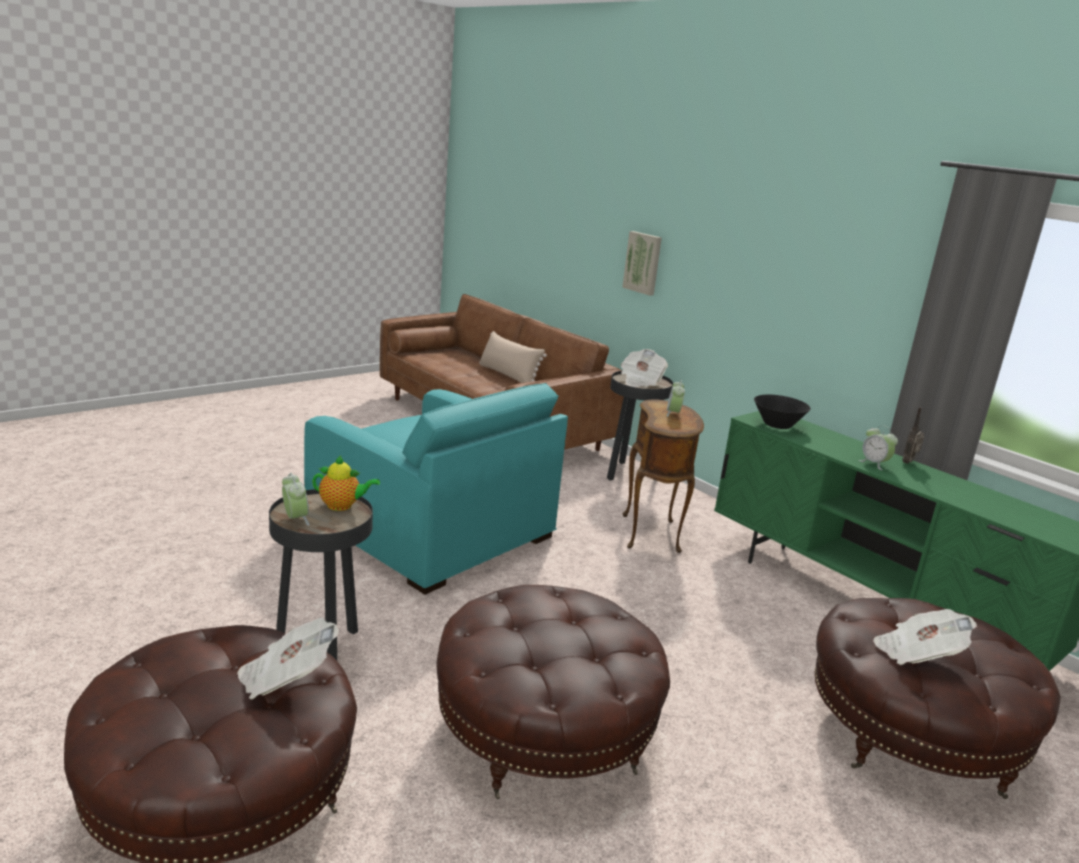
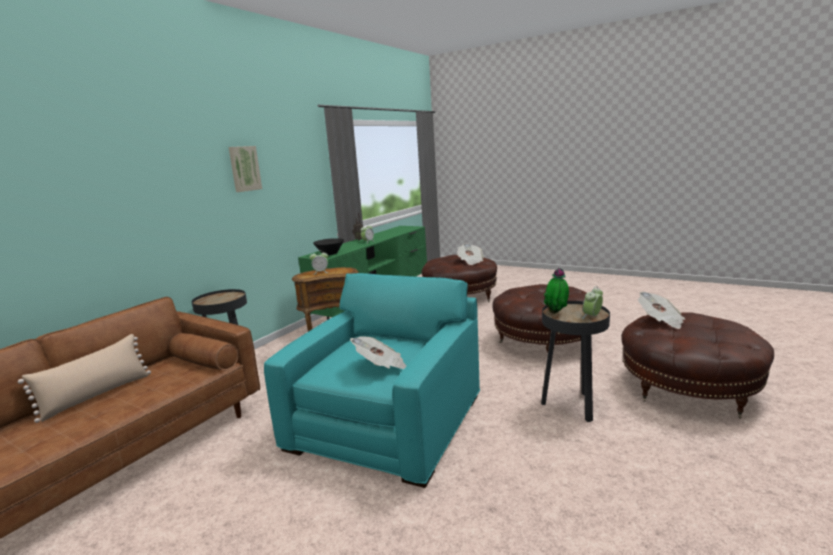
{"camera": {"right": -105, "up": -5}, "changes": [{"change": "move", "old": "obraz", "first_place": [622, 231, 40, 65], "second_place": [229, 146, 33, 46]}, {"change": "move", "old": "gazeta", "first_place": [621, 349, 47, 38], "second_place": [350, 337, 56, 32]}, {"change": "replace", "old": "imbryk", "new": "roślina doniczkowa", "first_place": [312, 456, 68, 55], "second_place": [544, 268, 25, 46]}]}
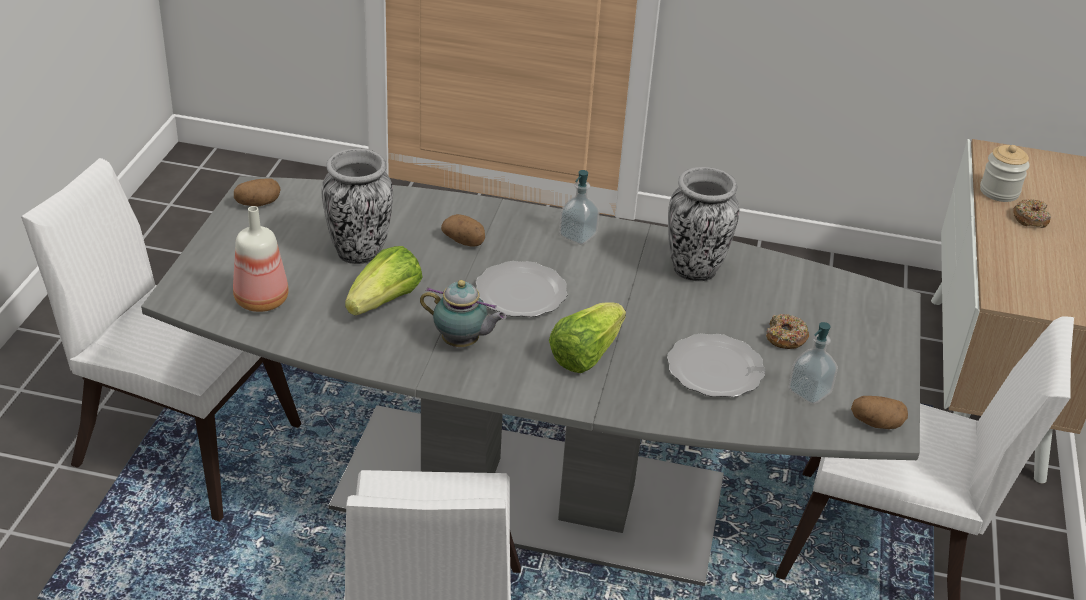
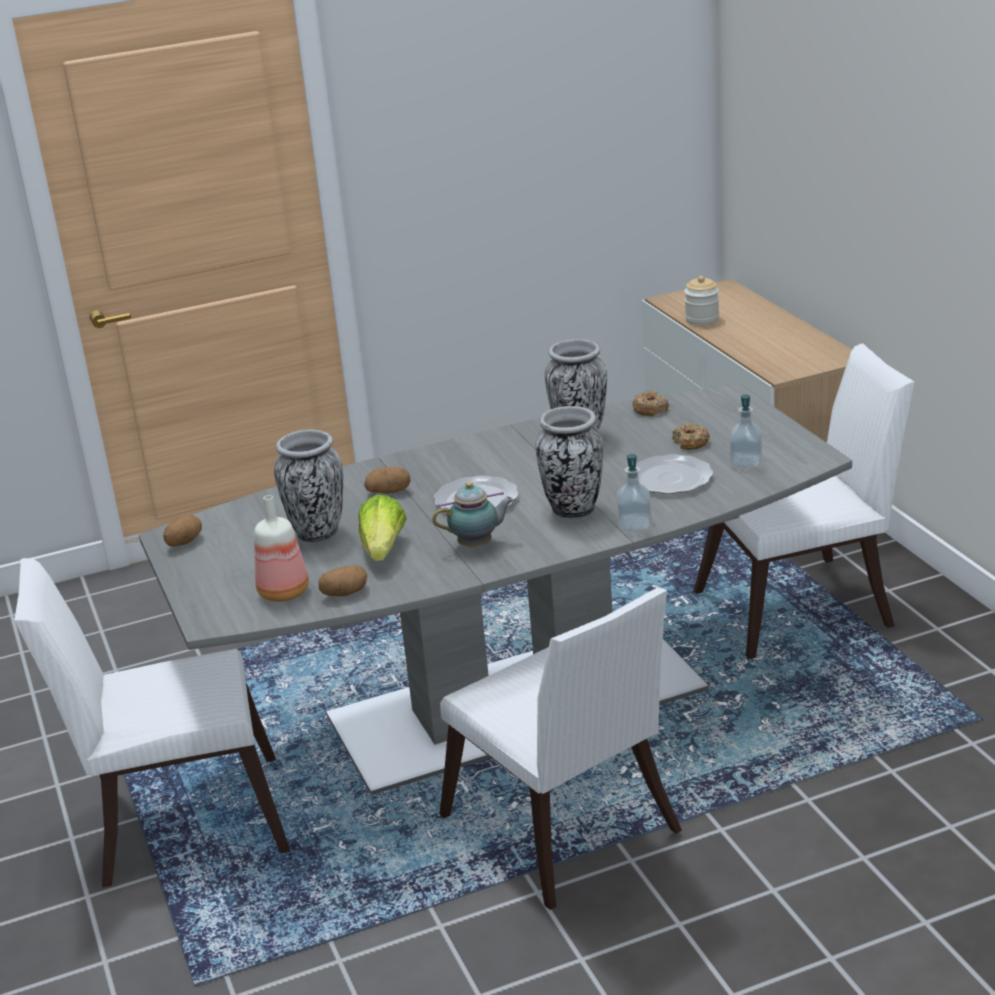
{"camera": {"right": -30, "up": -10}, "changes": [{"change": "move", "old": "ziemniak", "first_place": [851, 396, 57, 33], "second_place": [318, 565, 50, 32]}, {"change": "replace", "old": "sałata", "new": "wazon", "first_place": [549, 302, 77, 71], "second_place": [536, 406, 67, 112]}, {"change": "move", "old": "dozownik mydła", "first_place": [559, 170, 41, 75], "second_place": [617, 454, 35, 77]}, {"change": "move", "old": "donut", "first_place": [1013, 199, 38, 29], "second_place": [632, 391, 37, 25]}]}
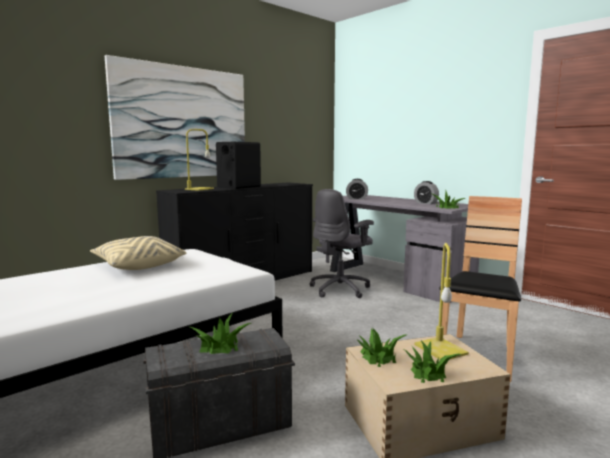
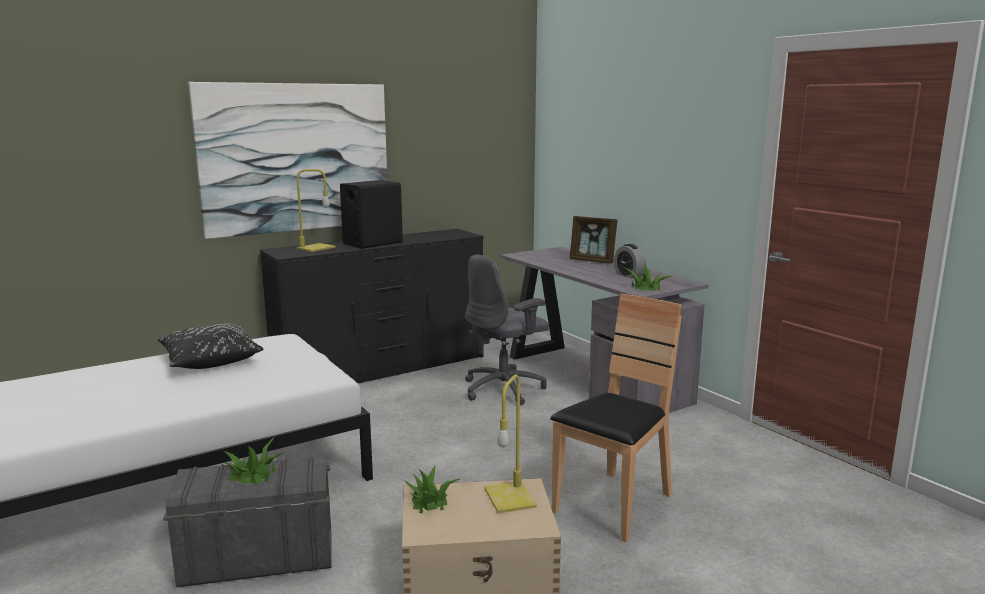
{"camera": {"right": 10, "up": 5}, "changes": [{"change": "recolor", "old": "poduszka (beżowy)", "new": "poduszka (czarny)", "first_place": [90, 236, 96, 34], "second_place": [158, 323, 105, 46]}, {"change": "insert", "new": "ramka na zdjęcie", "second_place": [569, 216, 49, 48]}, {"change": "delete", "old": "budzik", "first_place": [346, 179, 22, 21]}, {"change": "delete", "old": "roślina doniczkowa", "first_place": [405, 341, 55, 42]}]}
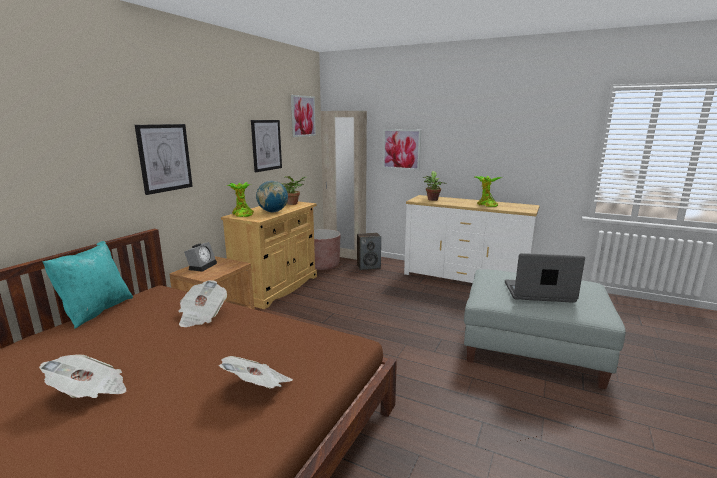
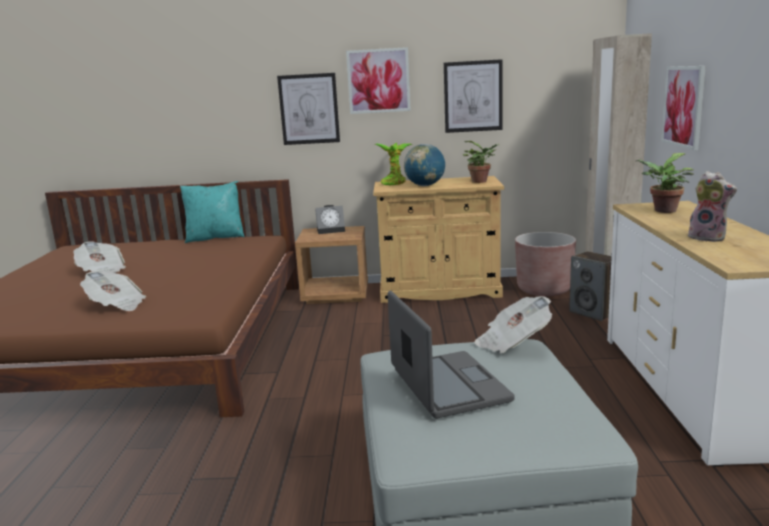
{"camera": {"right": 65, "up": 0}, "changes": [{"change": "move", "old": "obraz", "first_place": [291, 95, 25, 42], "second_place": [346, 47, 65, 67]}, {"change": "move", "old": "gazeta", "first_place": [178, 280, 49, 47], "second_place": [475, 296, 77, 57]}, {"change": "replace", "old": "roślina doniczkowa", "new": "pluszak", "first_place": [475, 176, 28, 31], "second_place": [688, 171, 49, 71]}]}
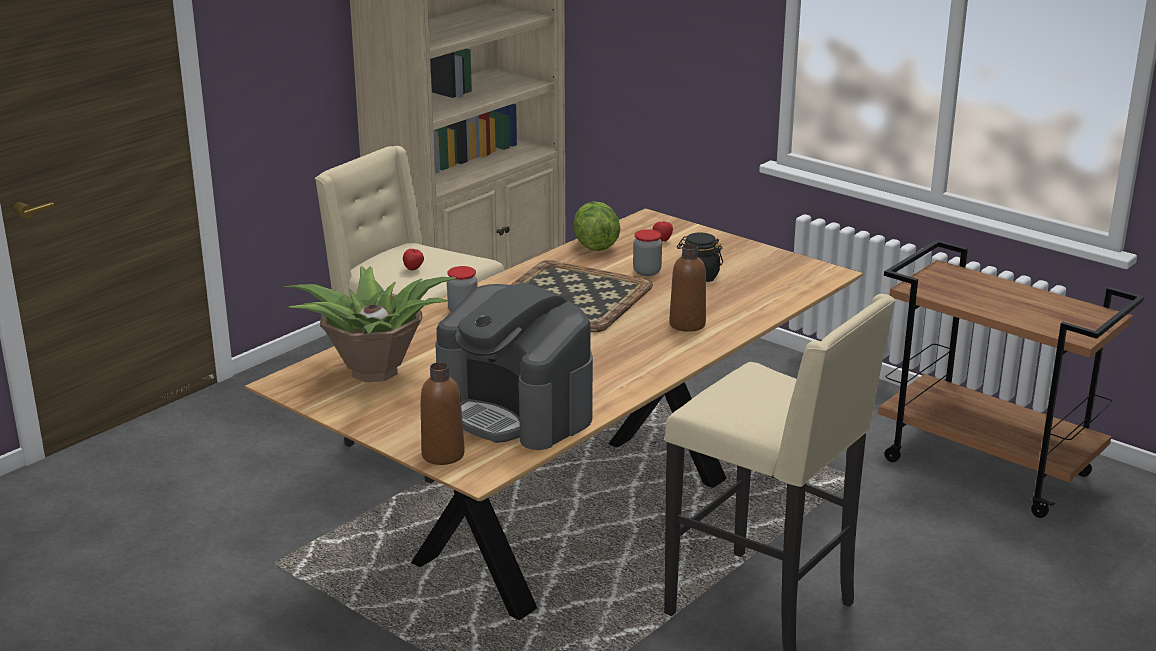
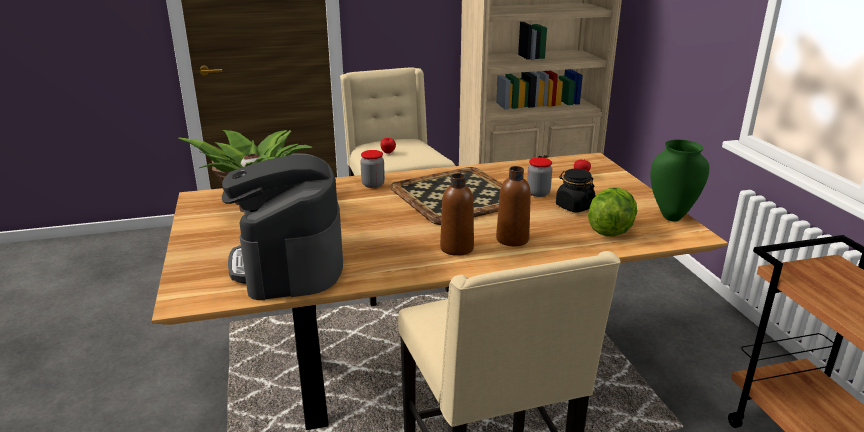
{"camera": {"right": 35, "up": 0}, "changes": [{"change": "move", "old": "butelka (brązowy)", "first_place": [421, 362, 44, 103], "second_place": [440, 173, 34, 83]}, {"change": "move", "old": "sałata", "first_place": [573, 201, 48, 50], "second_place": [588, 187, 49, 50]}, {"change": "insert", "new": "wazon (zielony)", "second_place": [650, 140, 59, 81]}]}
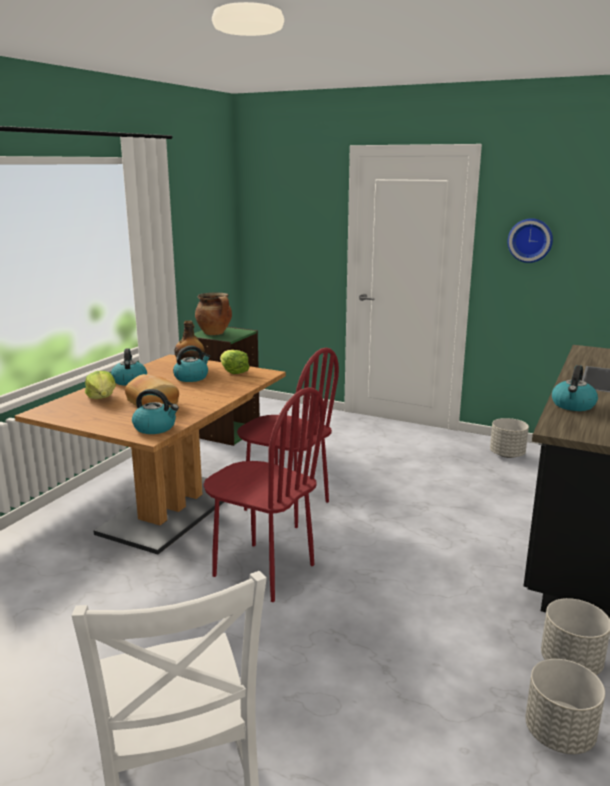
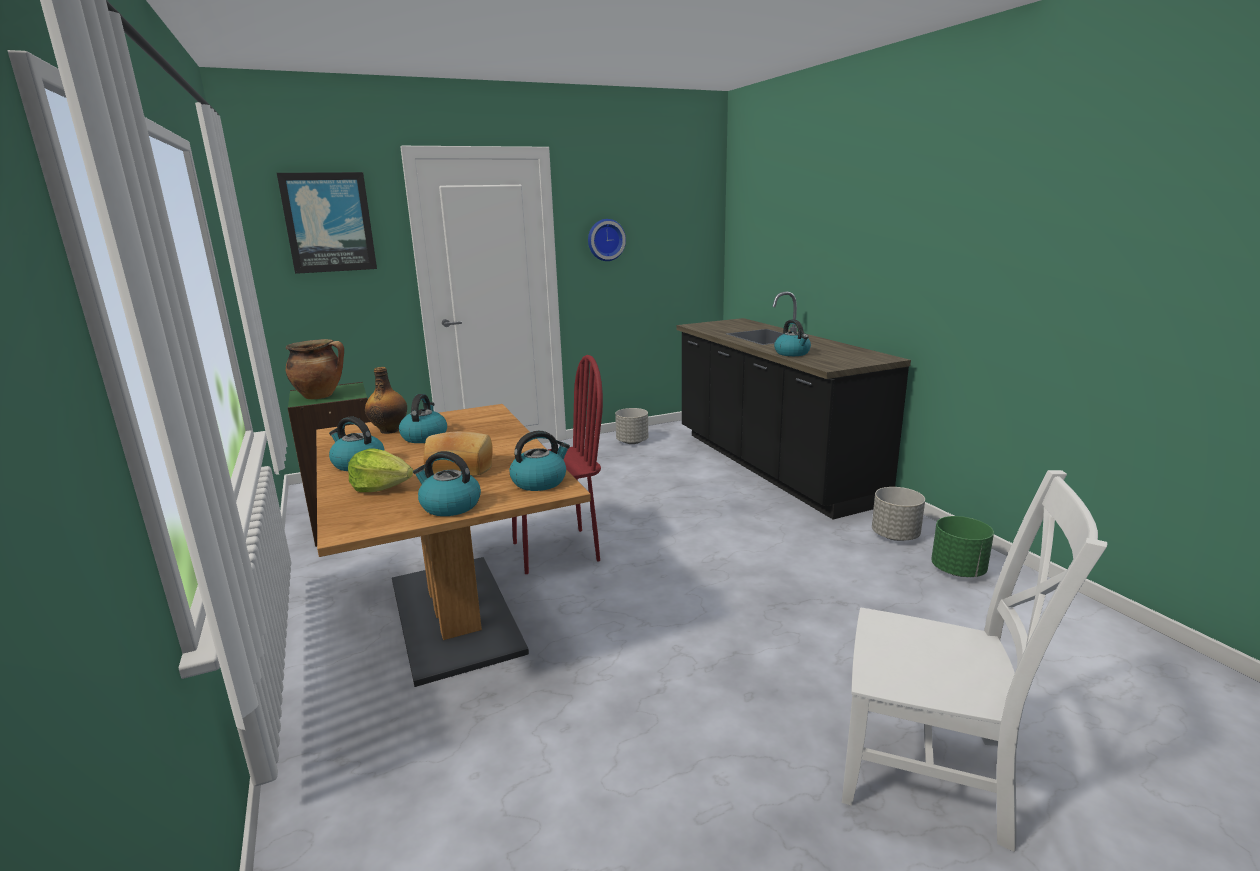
{"camera": {"right": -50, "up": 0}, "changes": [{"change": "insert", "new": "obraz", "second_place": [277, 172, 100, 102]}, {"change": "insert", "new": "czajnik", "second_place": [413, 451, 68, 65]}, {"change": "recolor", "old": "donica (szary)", "new": "donica (zielony)", "first_place": [525, 659, 80, 95], "second_place": [931, 516, 63, 61]}, {"change": "delete", "old": "krzesło (czerwony)", "first_place": [203, 387, 122, 215]}, {"change": "delete", "old": "sałata", "first_place": [220, 350, 30, 24]}]}
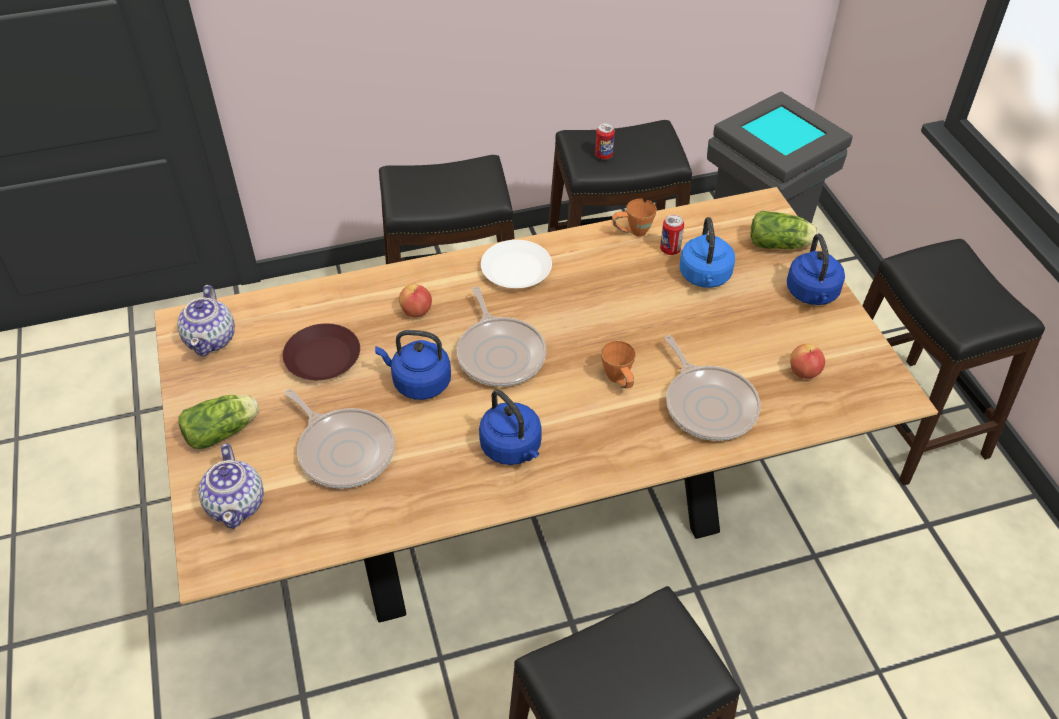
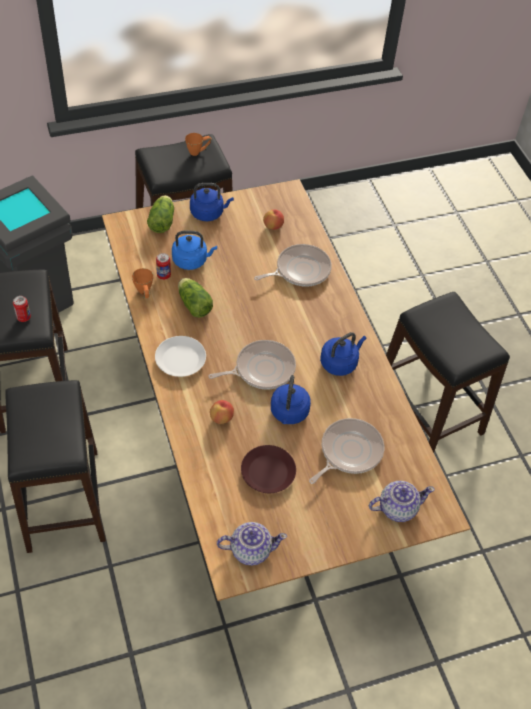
{"camera": {"right": -95, "up": 5}, "changes": [{"change": "move", "old": "sałata", "first_place": [178, 395, 81, 54], "second_place": [178, 278, 35, 40]}, {"change": "move", "old": "kubek (pomarańczowy)", "first_place": [601, 341, 35, 48], "second_place": [185, 133, 27, 23]}]}
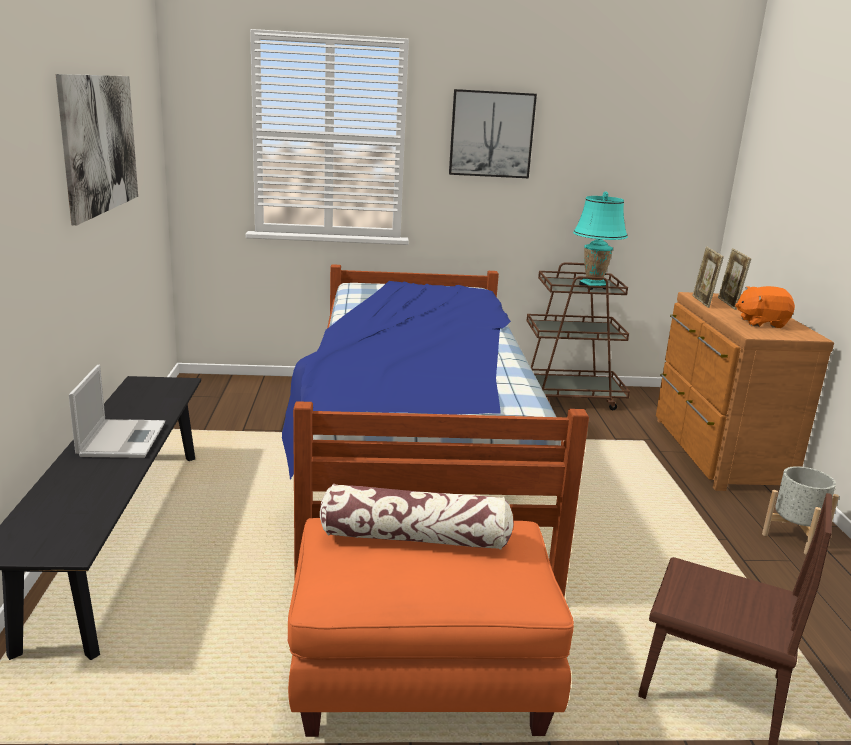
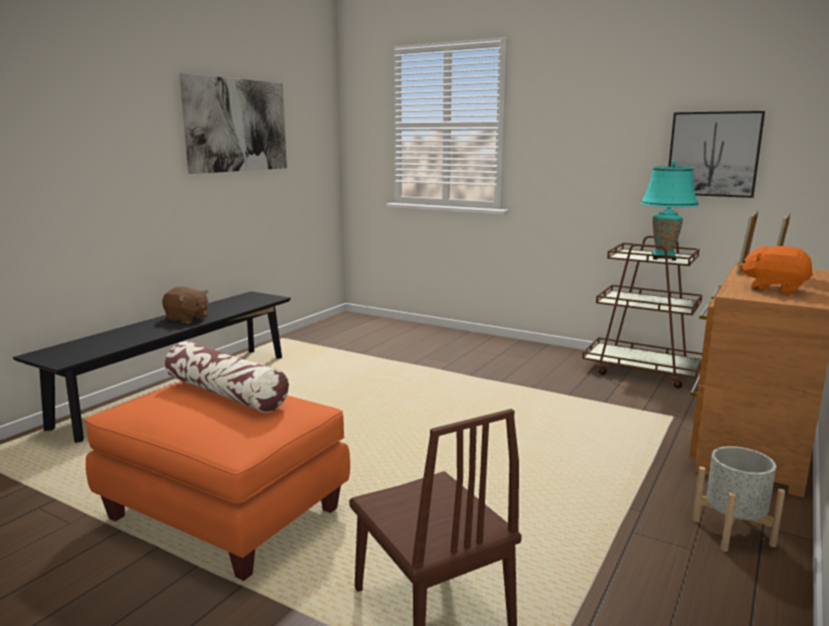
{"camera": {"right": 35, "up": -5}, "changes": [{"change": "replace", "old": "laptop", "new": "pluszak (brązowy)", "first_place": [69, 365, 96, 93], "second_place": [162, 287, 46, 36]}, {"change": "move", "old": "obraz", "first_place": [449, 89, 88, 89], "second_place": [669, 111, 96, 87]}, {"change": "delete", "old": "łóżko", "first_place": [282, 264, 307, 333]}]}
